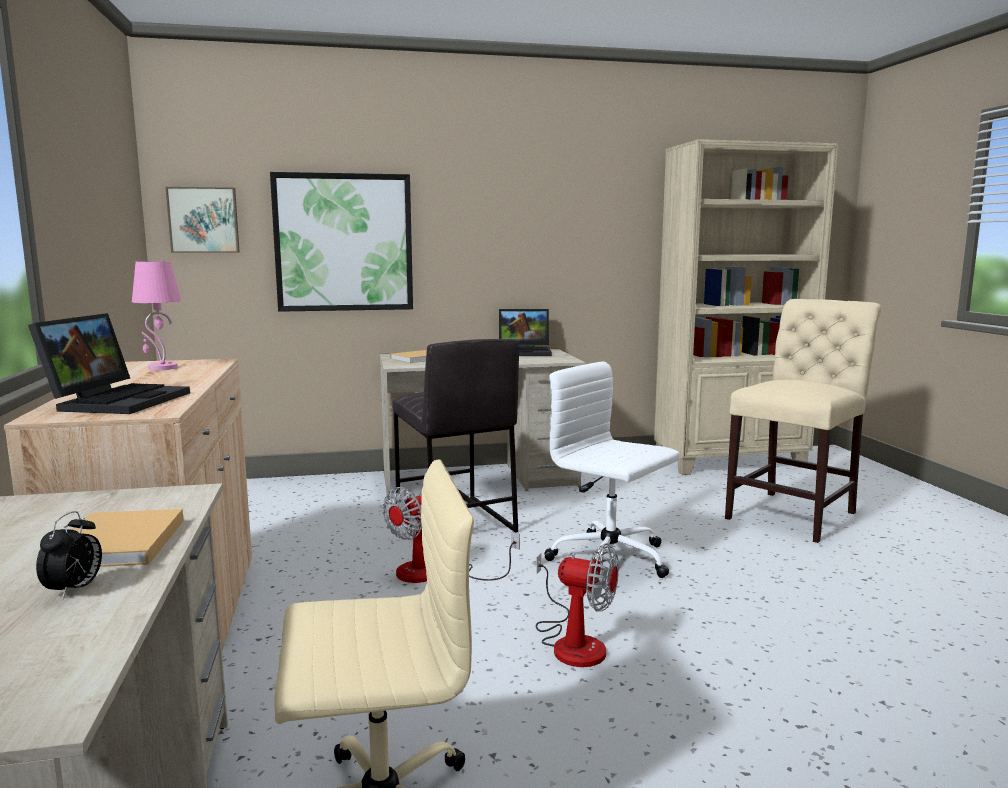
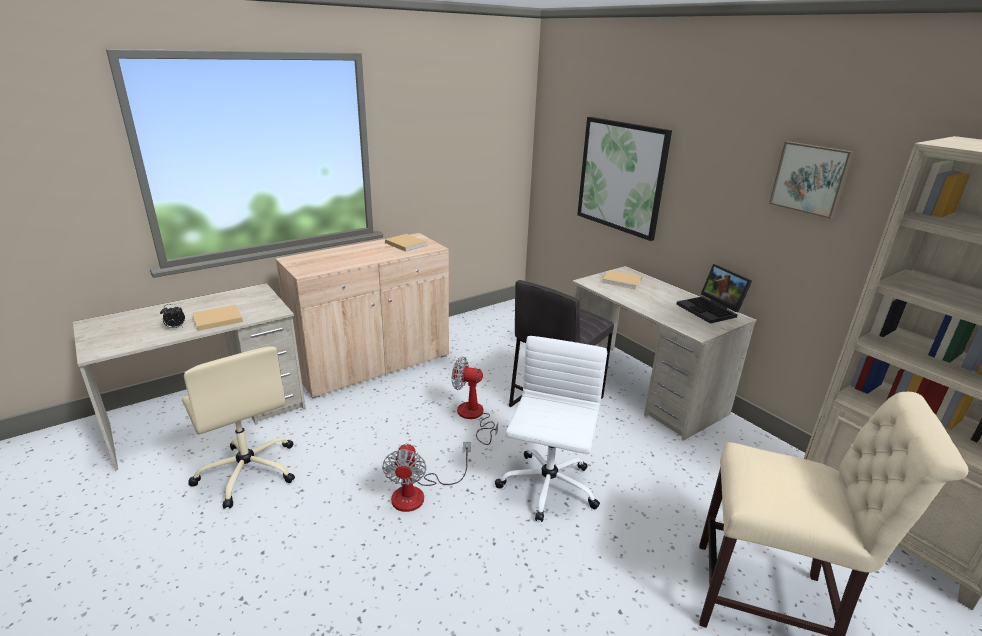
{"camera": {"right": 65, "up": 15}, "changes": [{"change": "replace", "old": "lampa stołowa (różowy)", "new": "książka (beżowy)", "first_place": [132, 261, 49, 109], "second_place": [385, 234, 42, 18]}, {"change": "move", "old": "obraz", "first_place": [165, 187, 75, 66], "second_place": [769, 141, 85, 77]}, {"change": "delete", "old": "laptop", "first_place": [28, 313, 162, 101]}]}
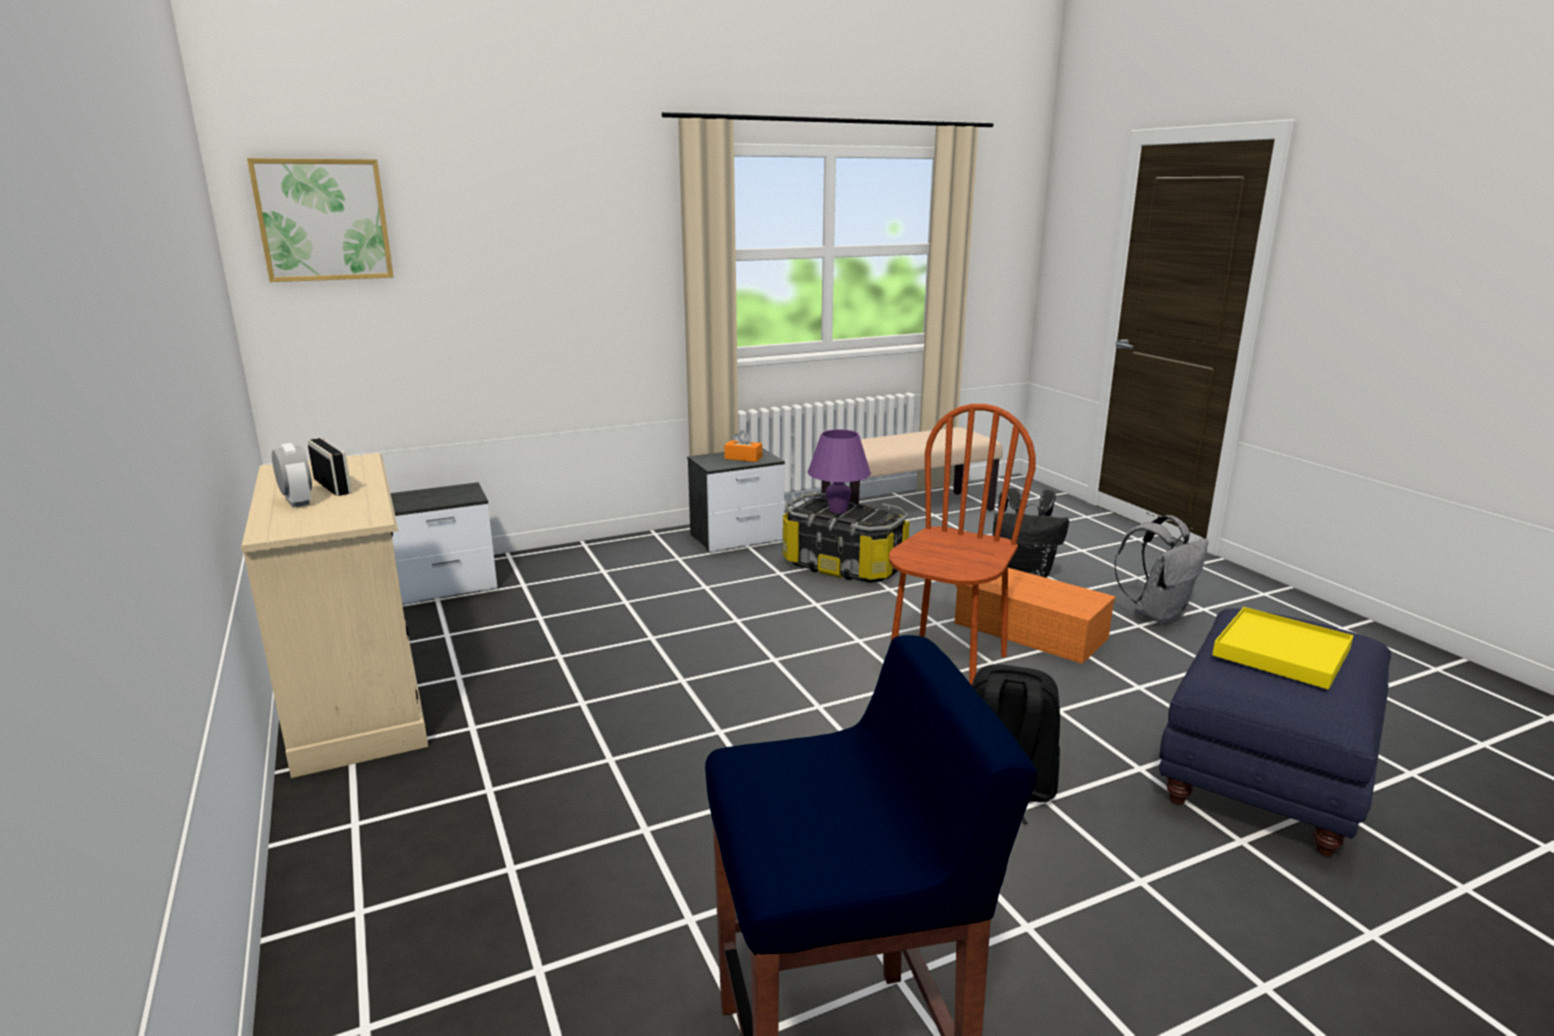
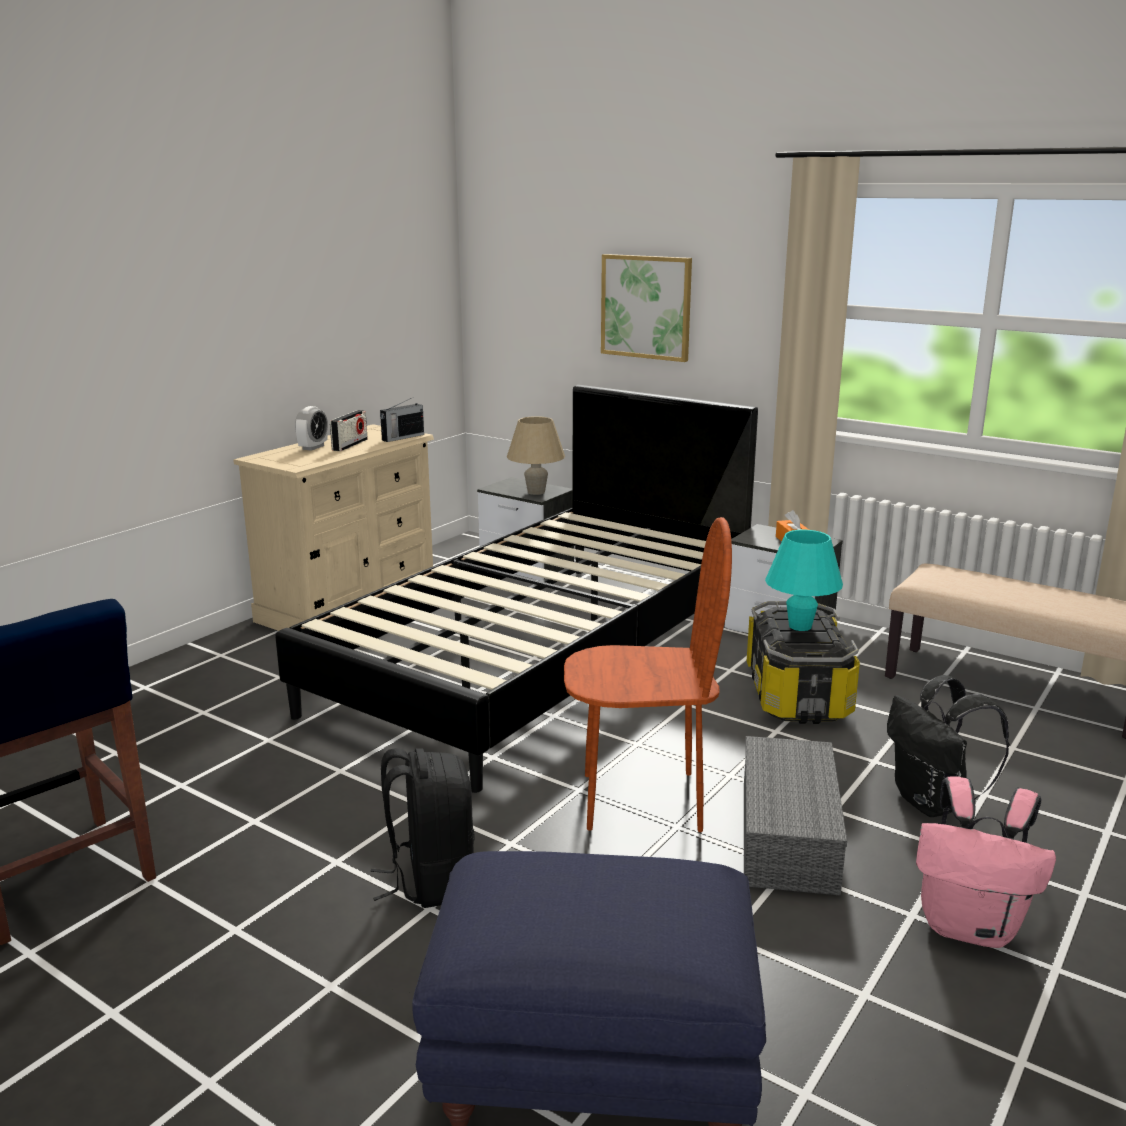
{"camera": {"right": 60, "up": 0}, "changes": [{"change": "insert", "new": "łóżko (czarny)", "second_place": [275, 385, 483, 408]}, {"change": "insert", "new": "radio", "second_place": [380, 396, 44, 46]}, {"change": "insert", "new": "lampa stołowa (beżowy)", "second_place": [507, 416, 58, 79]}, {"change": "move", "old": "obraz", "first_place": [247, 158, 147, 124], "second_place": [601, 254, 91, 108]}, {"change": "recolor", "old": "pojemnik do przechowywania (pomarańczowy)", "new": "pojemnik do przechowywania (szary)", "first_place": [955, 568, 161, 96], "second_place": [744, 736, 103, 160]}, {"change": "recolor", "old": "lampa stołowa (fioletowy)", "new": "lampa stołowa (turkusowy)", "first_place": [808, 429, 63, 85], "second_place": [765, 530, 78, 101]}, {"change": "recolor", "old": "plecak (szary)", "new": "plecak (różowy)", "first_place": [1114, 515, 94, 110], "second_place": [916, 776, 140, 172]}, {"change": "delete", "old": "taca (żółty)", "first_place": [1212, 607, 142, 83]}]}
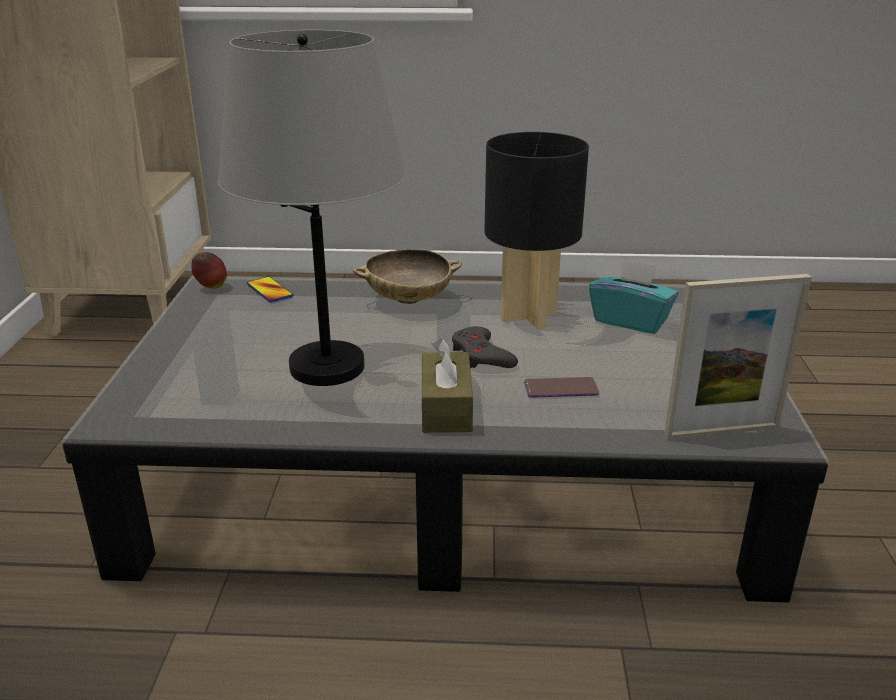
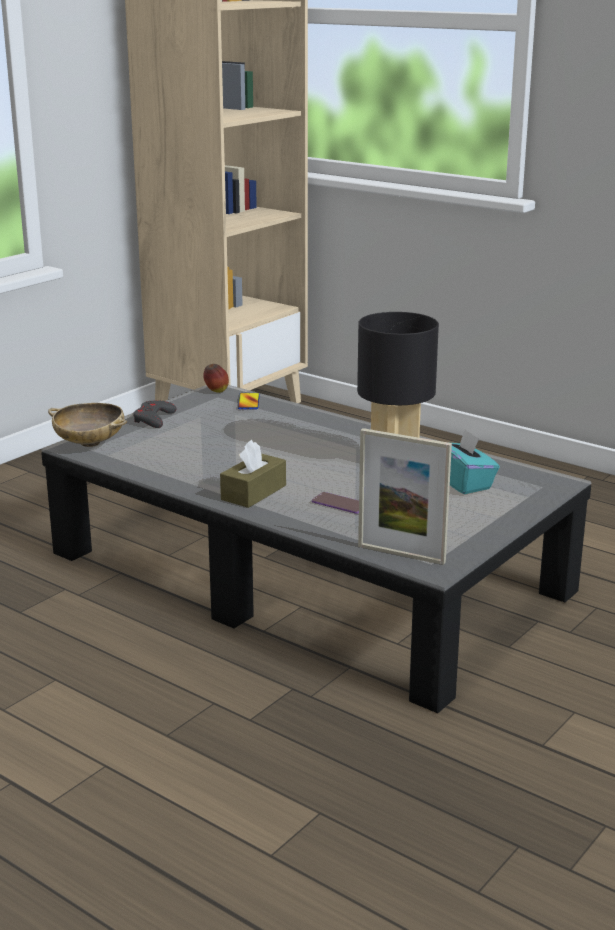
{"camera": {"right": 35, "up": -5}, "changes": [{"change": "move", "old": "miska (beżowy)", "first_place": [353, 249, 109, 55], "second_place": [48, 403, 79, 44]}, {"change": "move", "old": "pad do gier (szary)", "first_place": [452, 326, 66, 42], "second_place": [133, 401, 44, 27]}, {"change": "delete", "old": "lampa stołowa (szary)", "first_place": [218, 30, 187, 356]}]}
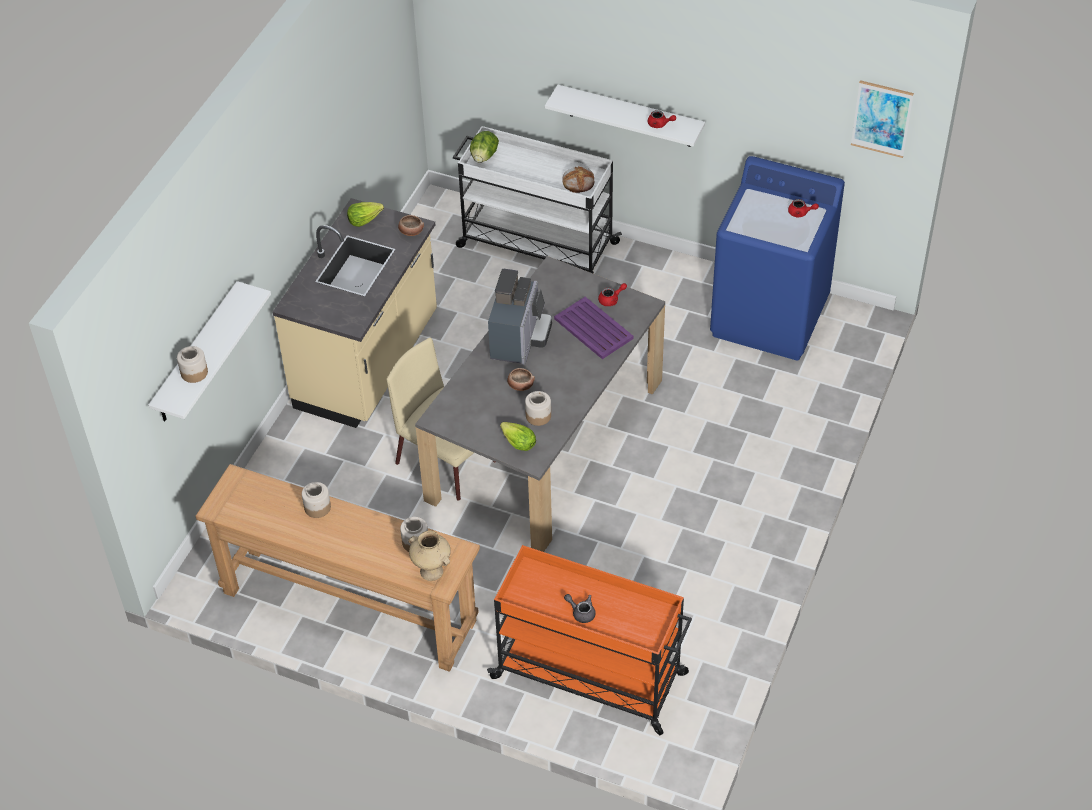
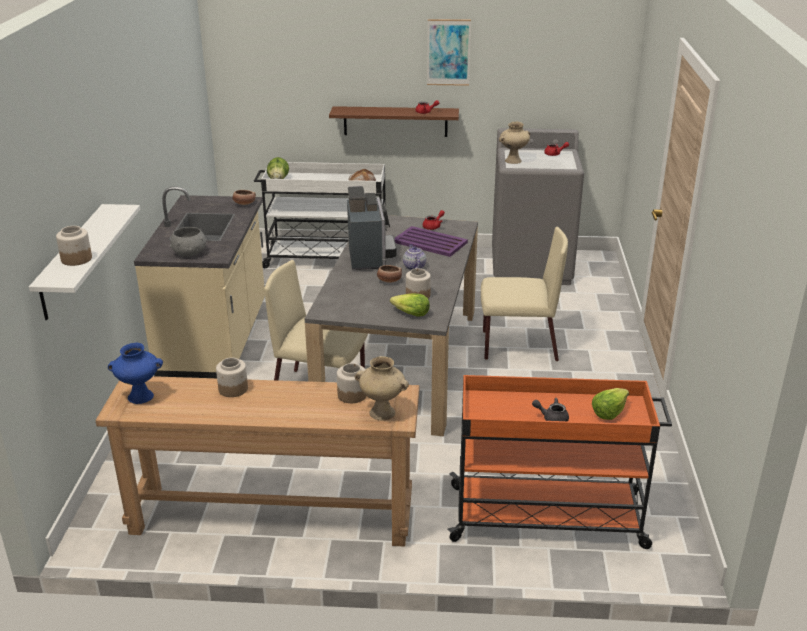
{"camera": {"right": -20, "up": -20}, "changes": [{"change": "insert", "new": "wazon (niebieski)", "second_place": [108, 343, 55, 61]}, {"change": "insert", "new": "miska (szary)", "second_place": [170, 227, 37, 30]}, {"change": "recolor", "old": "półka (biały)", "new": "półka (brązowy)", "first_place": [545, 85, 160, 62], "second_place": [329, 106, 130, 31]}, {"change": "insert", "new": "imbryk", "second_place": [403, 244, 23, 26]}, {"change": "move", "old": "obraz", "first_place": [851, 80, 63, 78], "second_place": [427, 19, 44, 67]}, {"change": "insert", "new": "krzesło (beżowy)", "second_place": [481, 227, 87, 134]}, {"change": "recolor", "old": "pralka (niebieski)", "new": "pralka (szary)", "first_place": [710, 156, 135, 204], "second_place": [492, 128, 92, 157]}, {"change": "insert", "new": "wazon (beżowy)", "second_place": [499, 122, 31, 42]}, {"change": "move", "old": "sałata", "first_place": [347, 202, 37, 25], "second_place": [592, 388, 37, 32]}]}
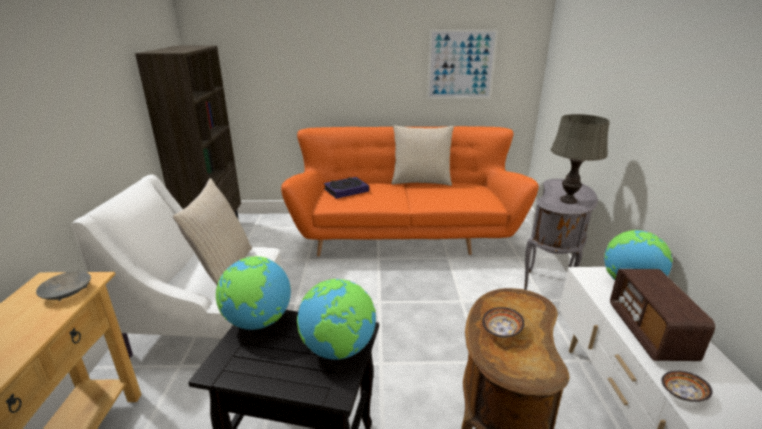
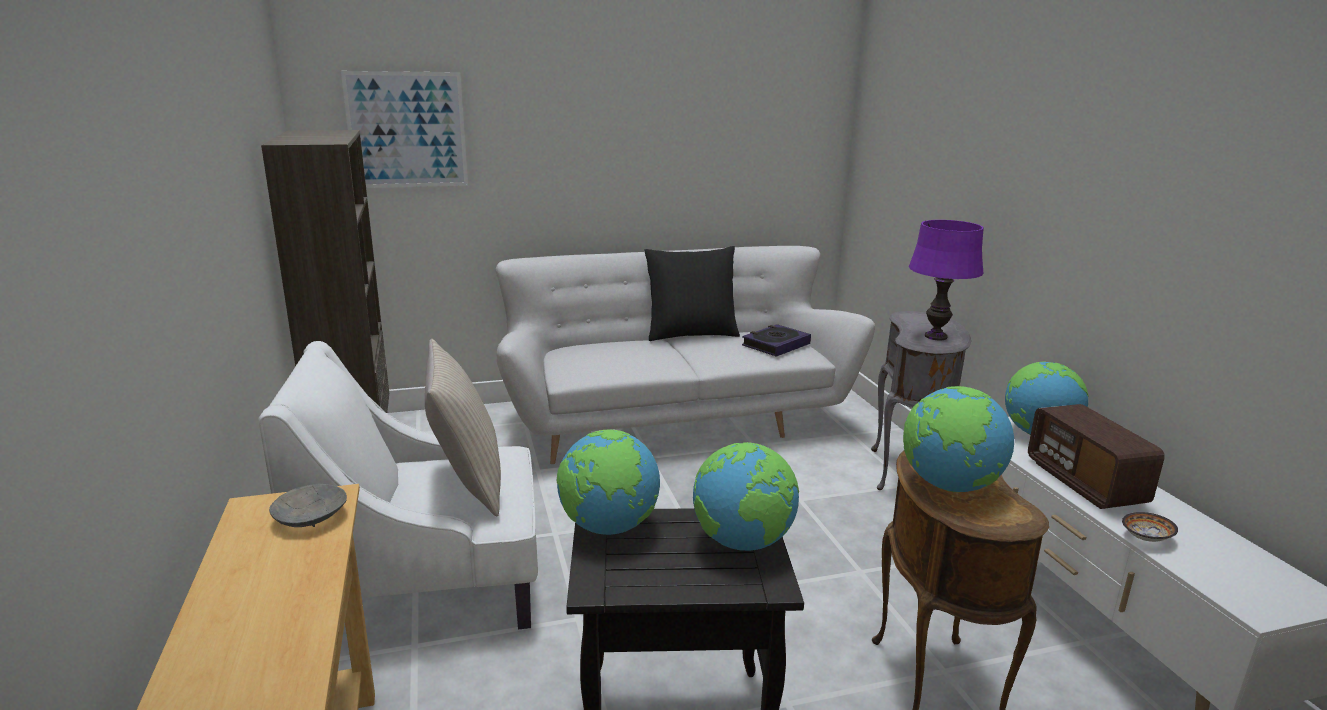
{"camera": {"right": -15, "up": -5}, "changes": [{"change": "move", "old": "obraz", "first_place": [427, 29, 71, 70], "second_place": [341, 71, 127, 117]}, {"change": "recolor", "old": "kanapa (pomarańczowy)", "new": "kanapa (biały)", "first_place": [281, 126, 258, 131], "second_place": [496, 246, 379, 218]}, {"change": "recolor", "old": "poduszka (beżowy)", "new": "poduszka (czarny)", "first_place": [391, 125, 63, 61], "second_place": [644, 246, 96, 95]}, {"change": "move", "old": "książka", "first_place": [324, 177, 45, 22], "second_place": [742, 324, 69, 33]}, {"change": "replace", "old": "miska", "new": "globus", "first_place": [482, 307, 42, 31], "second_place": [903, 386, 111, 106]}, {"change": "recolor", "old": "lampa stołowa (szary)", "new": "lampa stołowa (fioletowy)", "first_place": [551, 114, 59, 90], "second_place": [909, 220, 75, 120]}]}
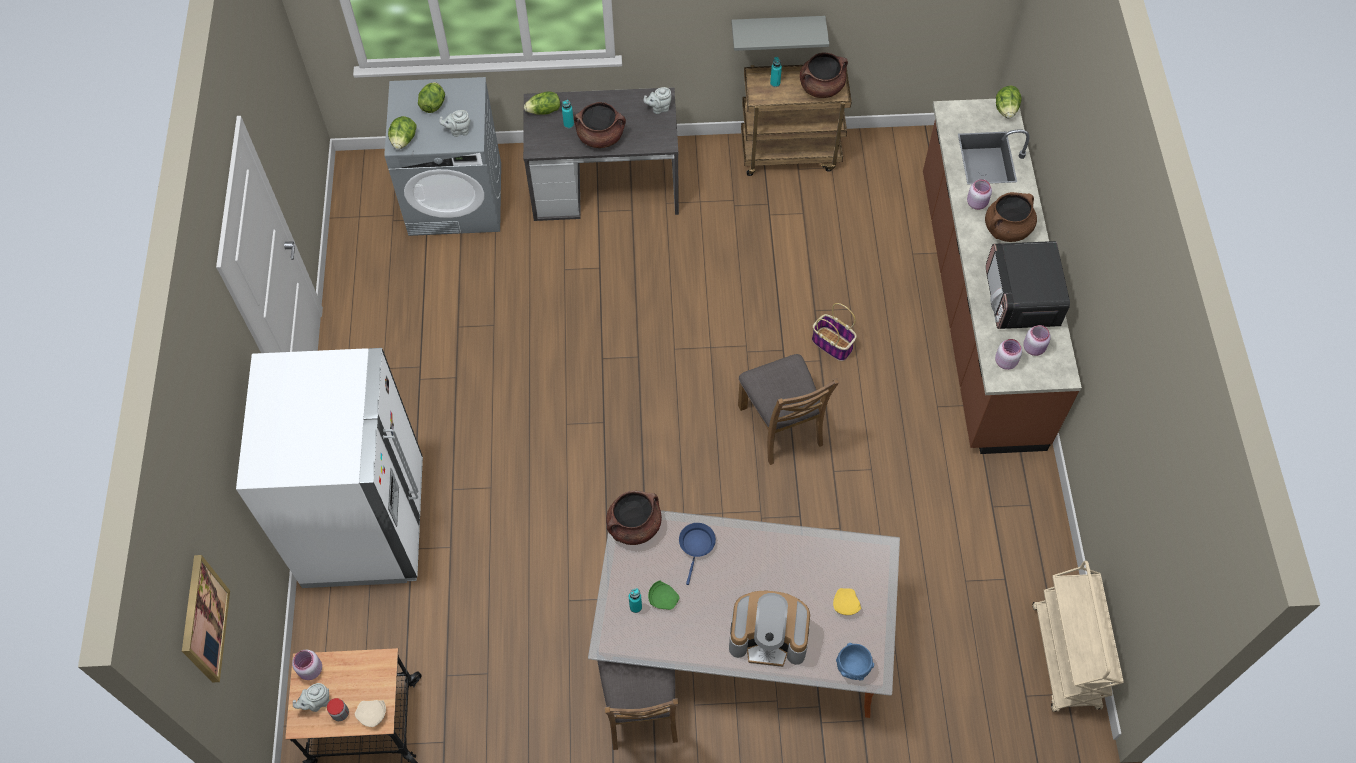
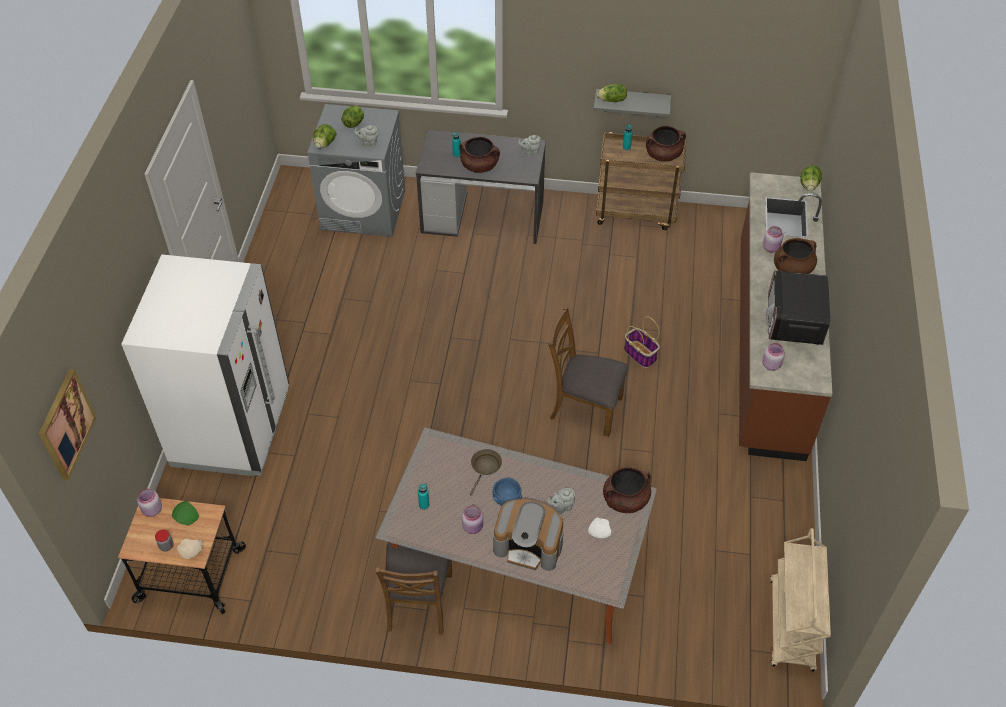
{"camera": {"right": 10, "up": -10}, "changes": [{"change": "move", "old": "talerz (zielony)", "first_place": [648, 580, 31, 30], "second_place": [172, 501, 27, 25]}, {"change": "move", "old": "słoik (różowy)", "first_place": [1023, 325, 28, 31], "second_place": [462, 506, 21, 28]}, {"change": "recolor", "old": "patelnia (niebieski)", "new": "patelnia (brązowy)", "first_place": [679, 523, 37, 62], "second_place": [470, 449, 32, 46]}, {"change": "move", "old": "miska (niebieski)", "first_place": [836, 643, 38, 38], "second_place": [493, 478, 29, 28]}, {"change": "move", "old": "imbryk (szary)", "first_place": [293, 683, 37, 29], "second_place": [547, 488, 28, 26]}, {"change": "rotate", "old": "krzesło (brązowy)", "first_place": [738, 354, 101, 111], "second_place": [549, 307, 79, 130], "degrees": 120}, {"change": "recolor", "old": "talerz (żółty)", "new": "talerz (biały)", "first_place": [833, 588, 28, 27], "second_place": [588, 518, 23, 21]}, {"change": "move", "old": "sałata", "first_place": [524, 91, 36, 24], "second_place": [597, 84, 30, 18]}, {"change": "move", "old": "garnek (brązowy)", "first_place": [606, 490, 56, 55], "second_place": [603, 466, 48, 47]}]}
